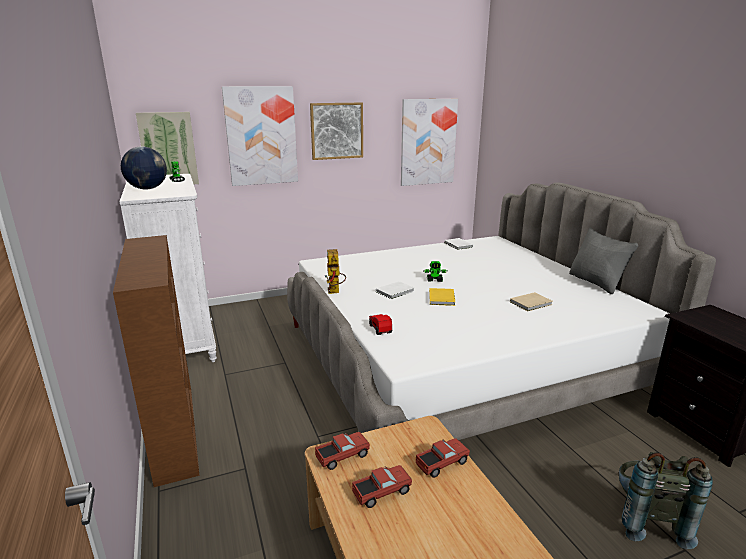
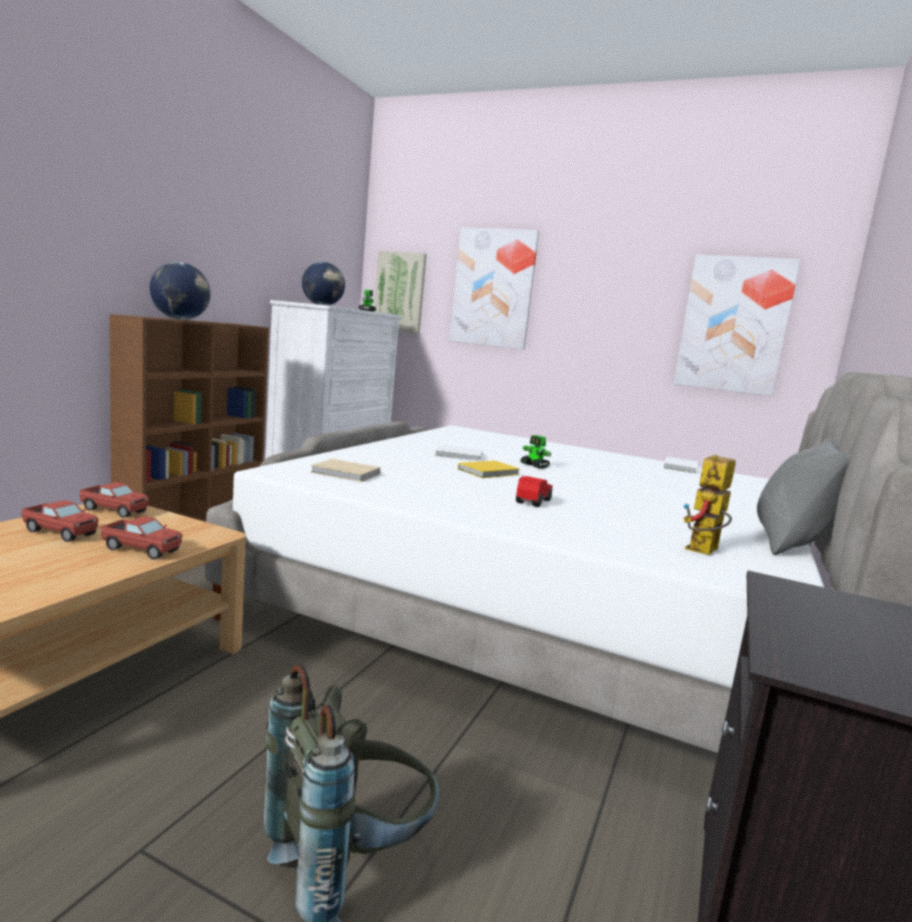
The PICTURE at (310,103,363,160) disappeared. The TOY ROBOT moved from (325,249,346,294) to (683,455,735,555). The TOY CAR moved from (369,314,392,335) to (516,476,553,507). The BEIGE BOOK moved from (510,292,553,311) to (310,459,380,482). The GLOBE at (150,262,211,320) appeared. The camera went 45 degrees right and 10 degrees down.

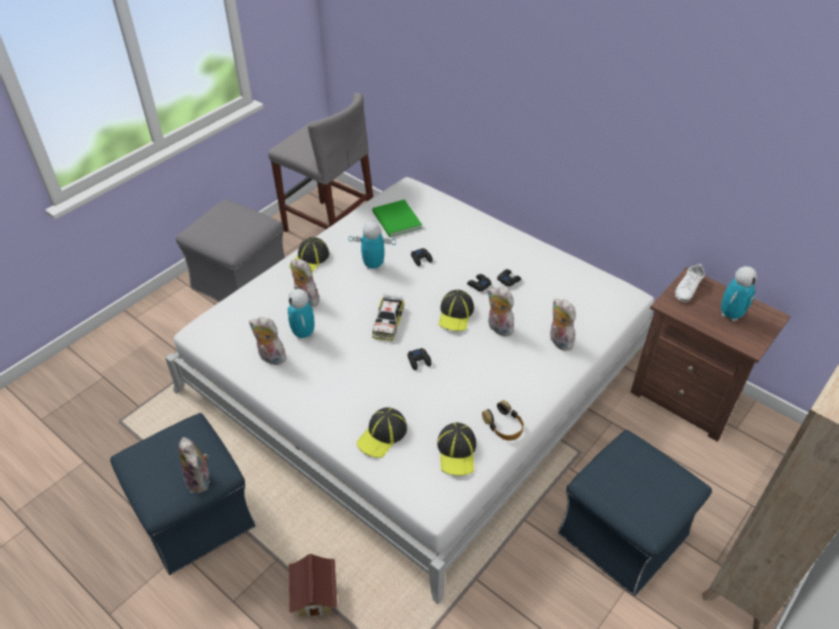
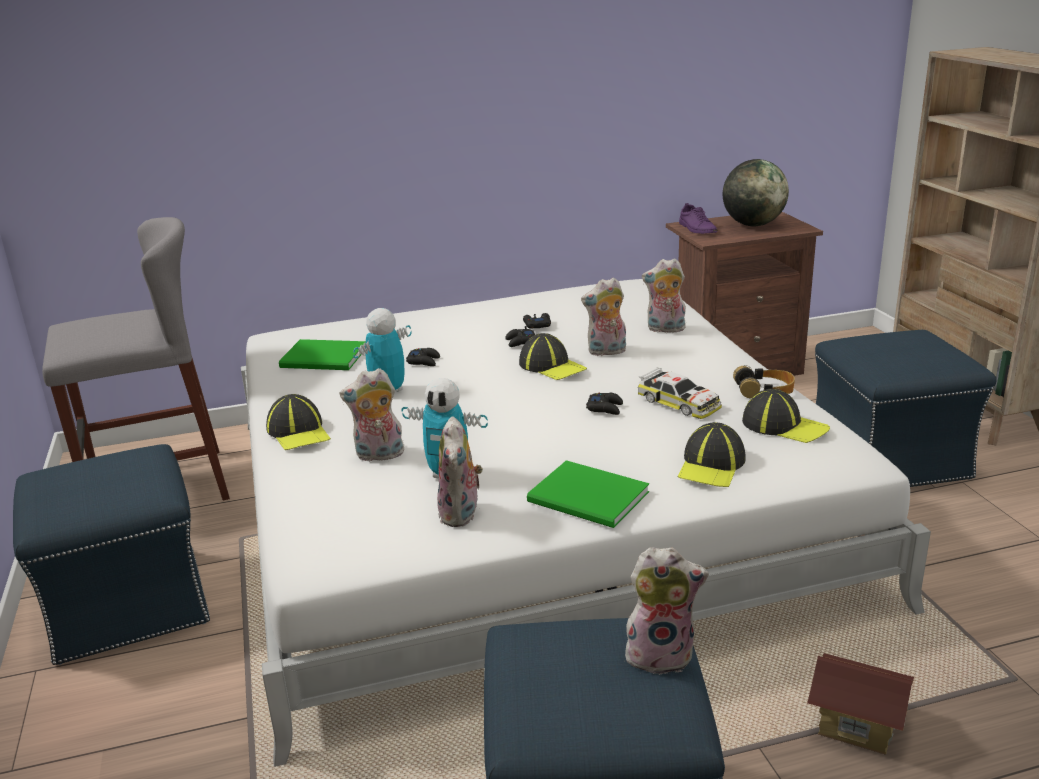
The GREY OTTOMAN at (176,199,285,302) became the BLUE OTTOMAN at (13,444,210,665). The PLUSH TOY at (249,317,286,365) turned 60 degrees counterclockwise. The CAP at (357,407,407,458) turned 45 degrees clockwise. The TOY CAR moved from (372,294,404,341) to (638,367,722,419). The WHITE SHOE at (675,264,705,302) became the PURPLE SHOE at (679,203,717,234). The TOY ROBOT at (721,266,757,322) was replaced by the GLOBE at (723,159,789,226). The GREEN BOOK at (527,460,649,528) appeared. The camera went 55 degrees left and 20 degrees down.

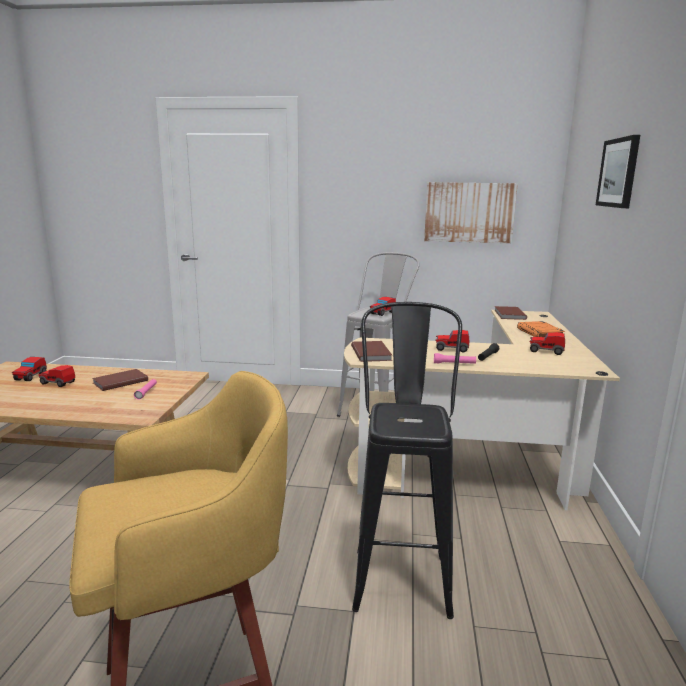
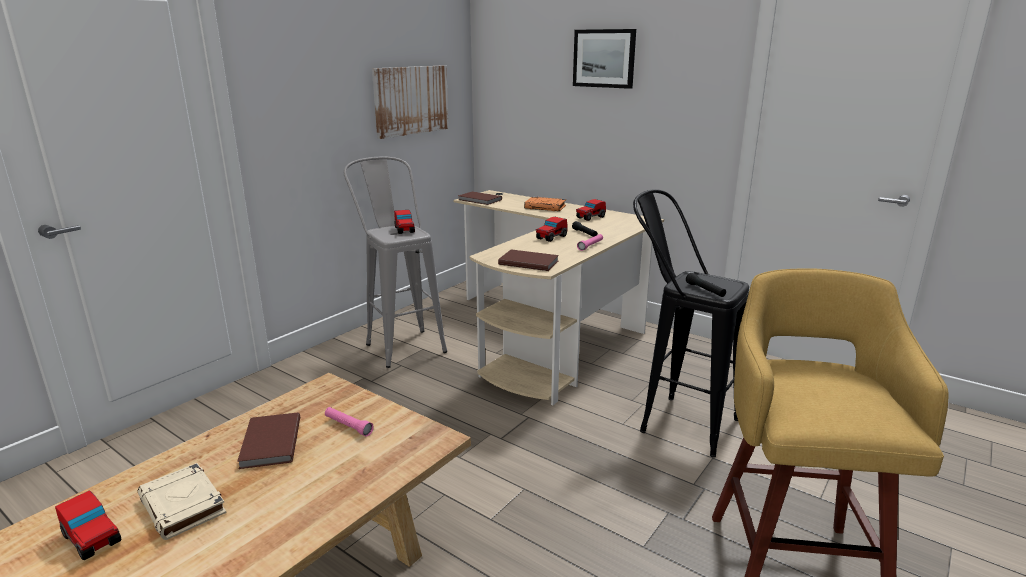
The TOY CAR at (38,365,75,387) was replaced by the BEIGE BOOK at (138,463,227,540). The BLACK FLASHLIGHT at (686,273,726,297) appeared. The camera went 60 degrees left and 5 degrees up.

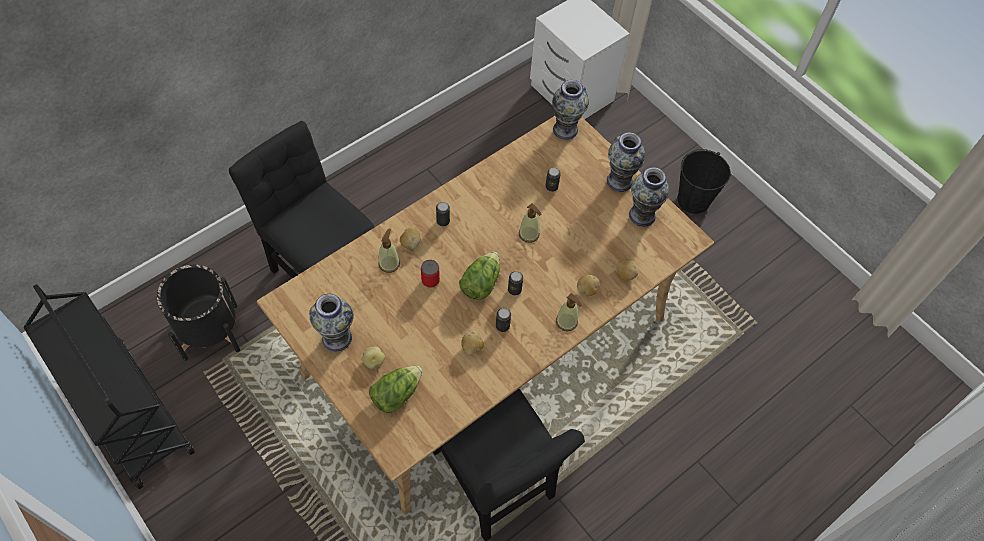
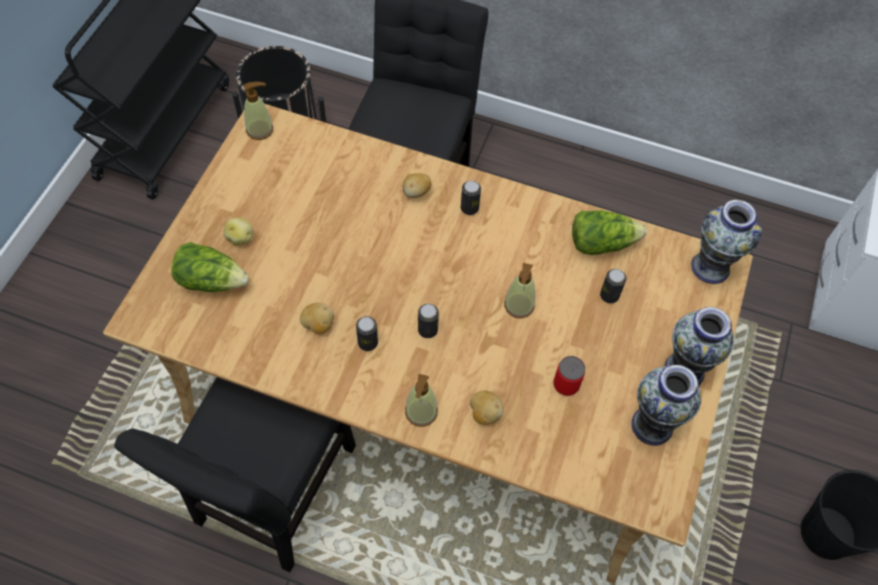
The VASE at (309,294,354,351) disappeared. The SOAP DISPENSER moved from (378,229,400,273) to (244,82,273,140). The CAN moved from (421,260,440,288) to (553,356,585,396). The LETTUCE moved from (459,252,500,300) to (572,210,647,255). The POTATO at (616,259,639,281) disappeared. The camera went 60 degrees right and 0 degrees up.

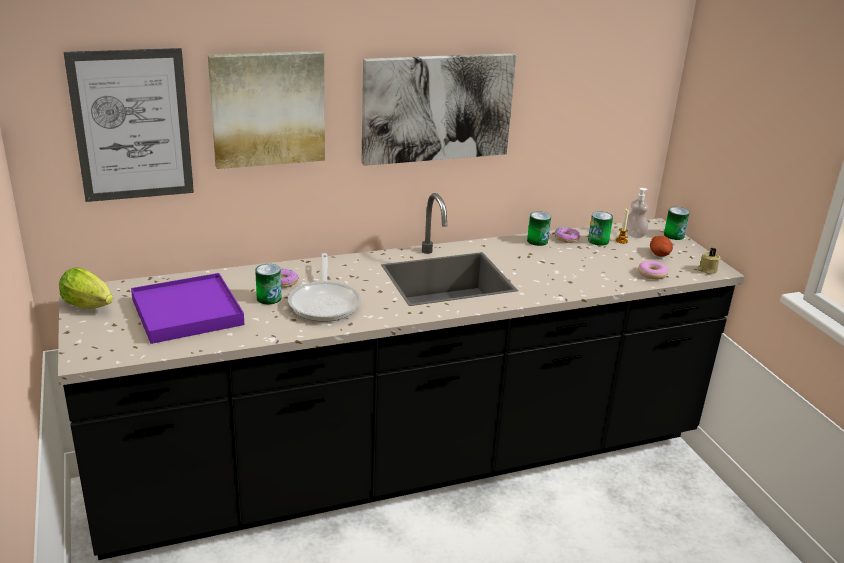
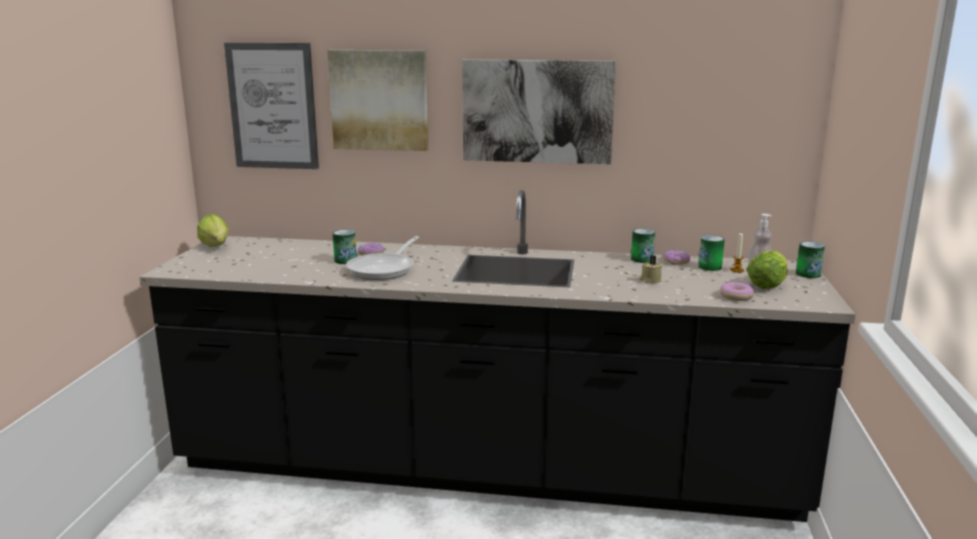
The PURPLE TRAY at (131,273,244,344) disappeared. The POTATO at (650,236,673,257) was replaced by the LETTUCE at (747,251,787,289). The BEIGE CANDLE moved from (698,248,721,274) to (640,255,662,284). The camera went 30 degrees right and 10 degrees down.

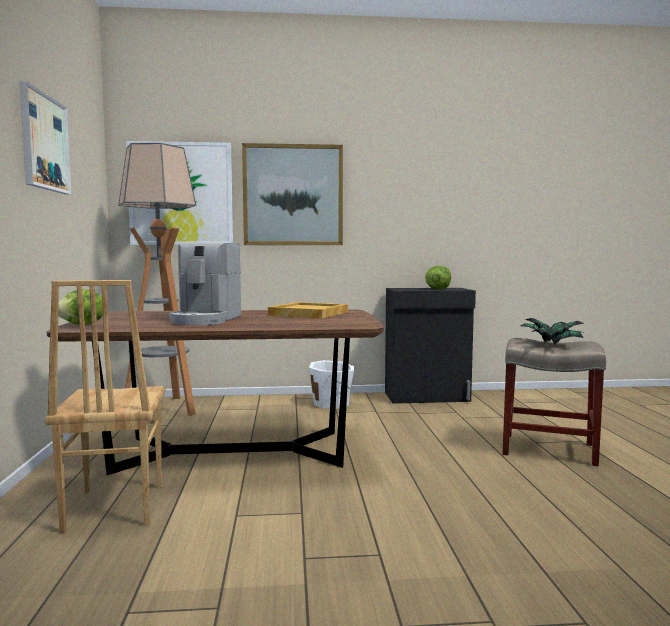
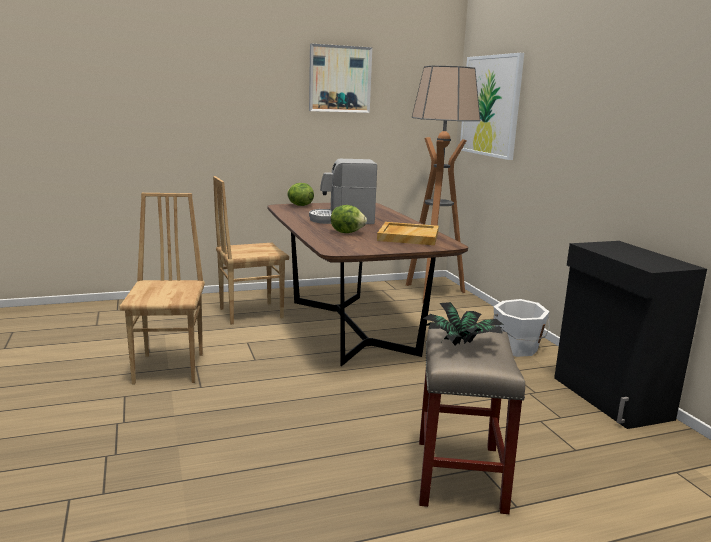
The PICTURE at (242,143,343,245) disappeared. The LETTUCE moved from (425,266,451,290) to (331,205,367,233). The BROWN CHAIR at (119,193,205,385) appeared. The camera went 75 degrees right and 10 degrees up.

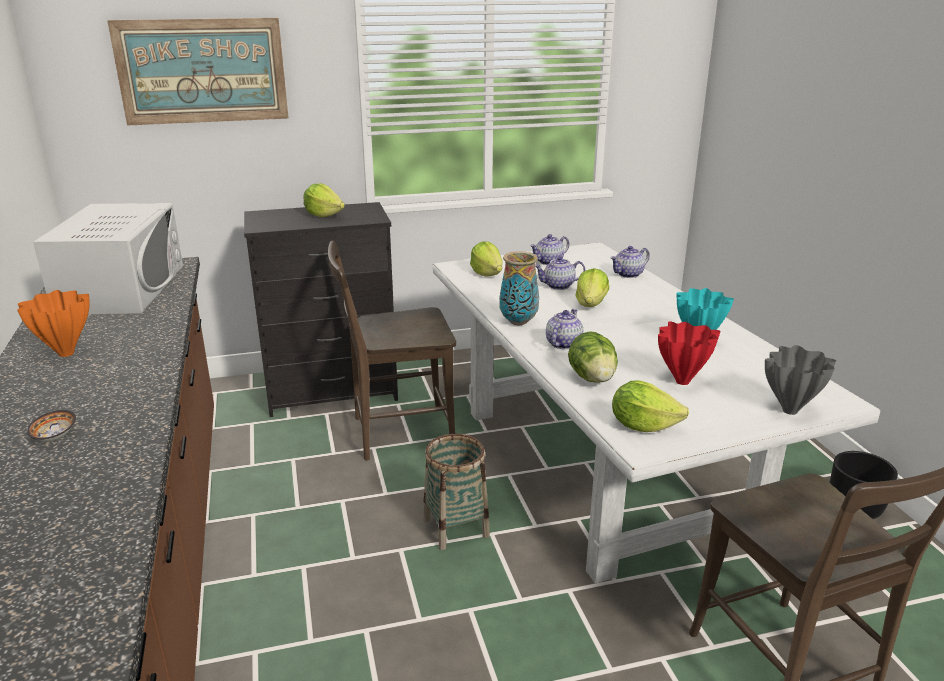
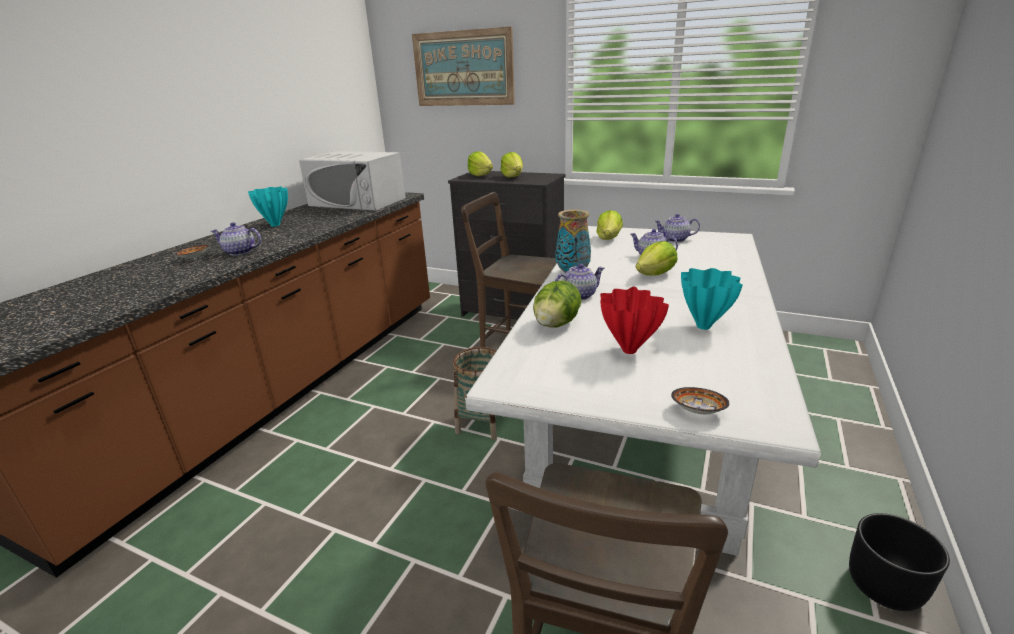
The ORANGE VASE at (17,290,90,357) became the TURQUOISE VASE at (248,186,288,227). The WHITE MICROWAVE at (33,203,183,314) turned 75 degrees clockwise. The TEAPOT moved from (611,246,650,278) to (211,222,261,256). The LETTUCE moved from (612,380,689,432) to (468,152,493,176). The GREY VASE at (765,345,836,415) was replaced by the BOWL at (671,387,730,414). The camera went 40 degrees right and 0 degrees up.

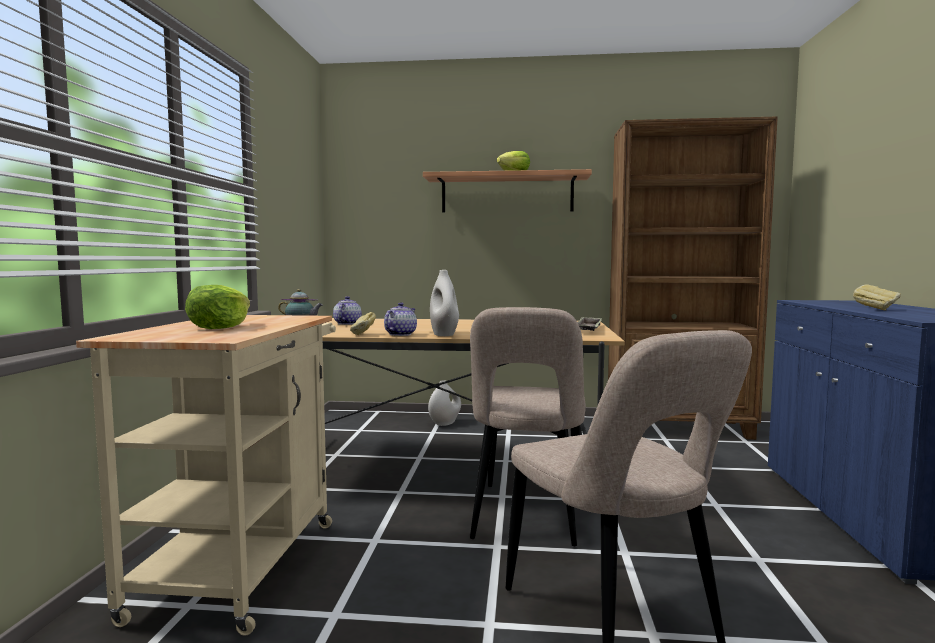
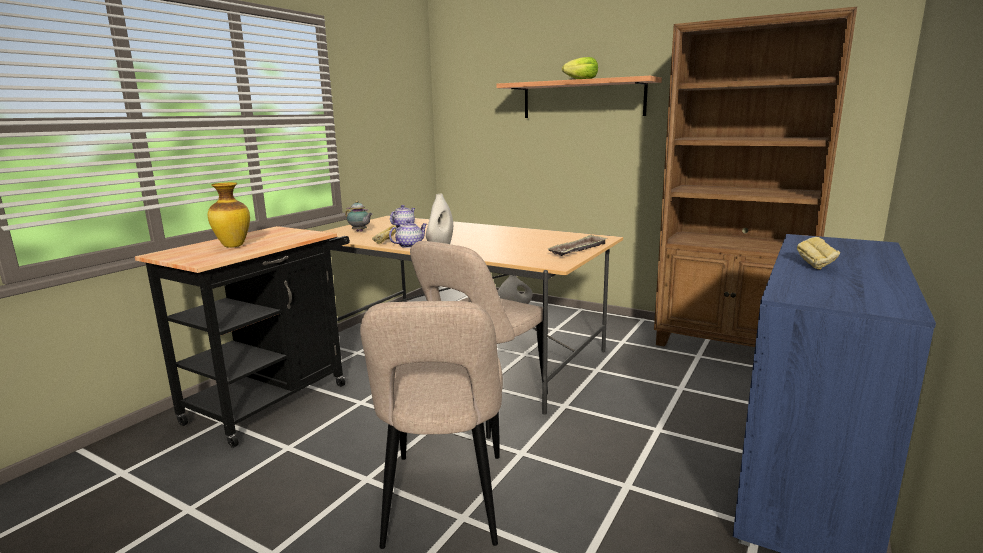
The BEIGE CART at (76,315,336,636) became the BLACK CART at (135,226,350,448). The LETTUCE at (185,285,250,329) was replaced by the VASE at (208,182,250,248). The camera went 25 degrees right and 10 degrees up.

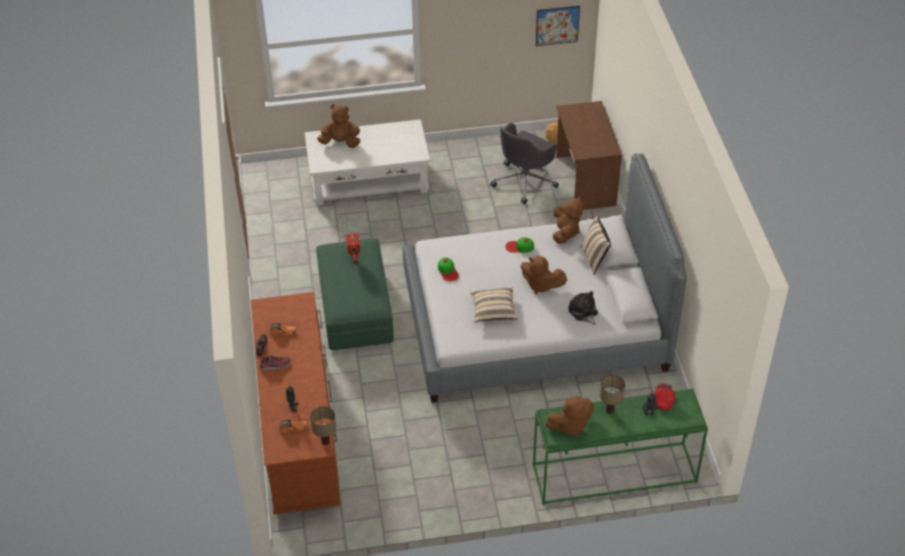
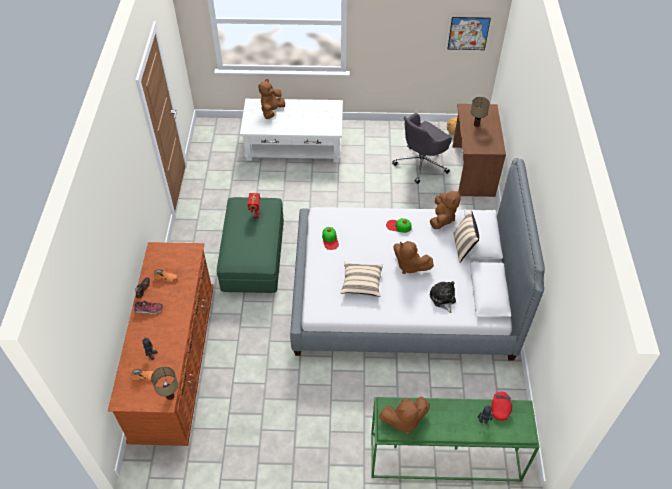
The BROWN PLUSH TOY at (317,104,360,148) turned 75 degrees counterclockwise. The TABLE LAMP moved from (600,375,625,414) to (471,97,490,127). The camera went 10 degrees right and 5 degrees up.

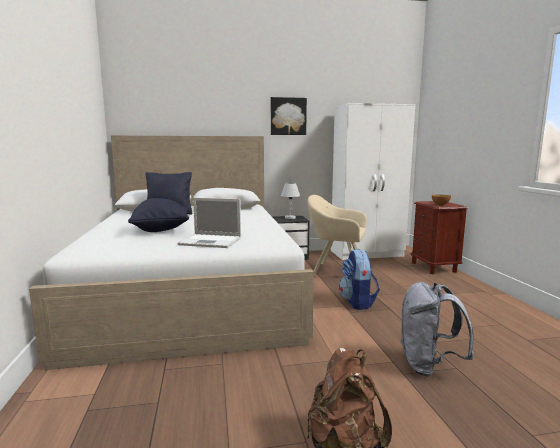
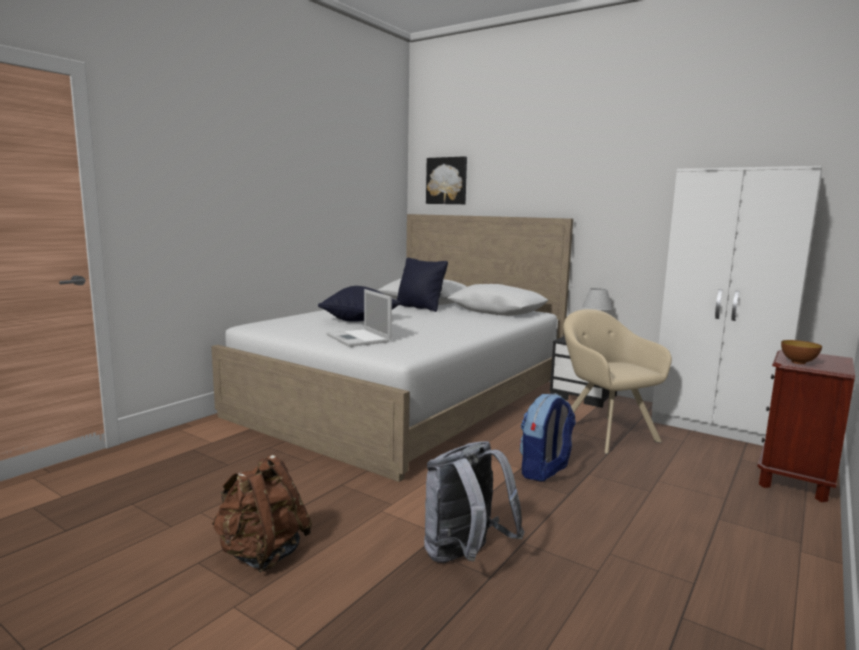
The PICTURE moved from (271,97,307,135) to (426,156,467,204). The camera went 45 degrees right and 0 degrees up.

